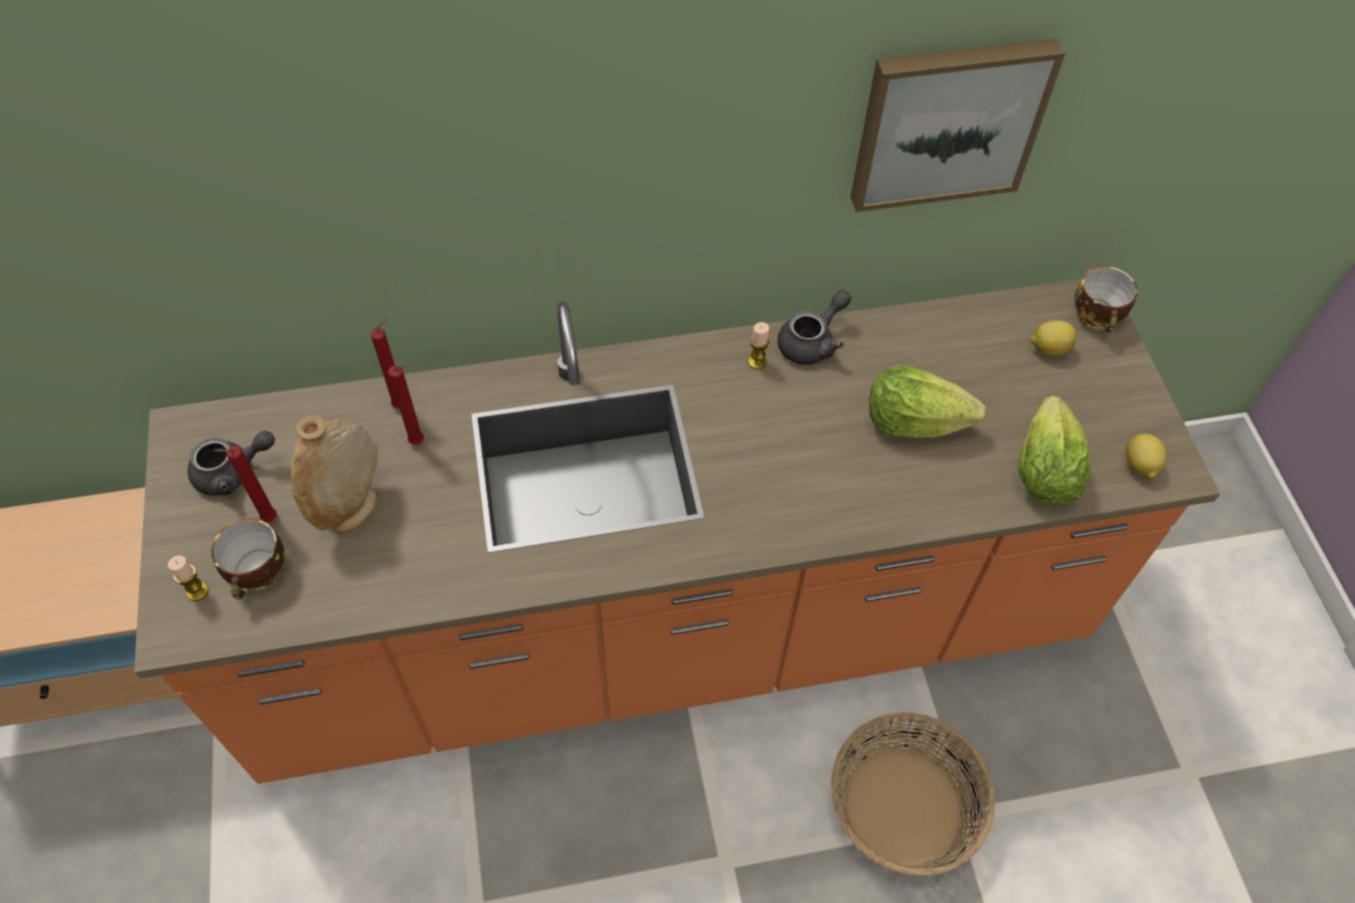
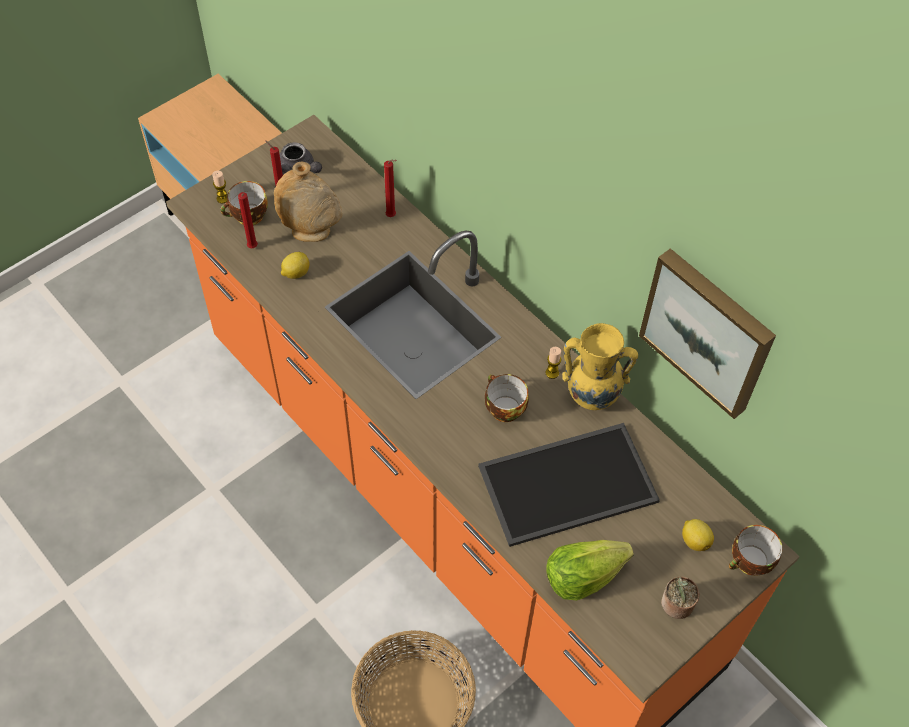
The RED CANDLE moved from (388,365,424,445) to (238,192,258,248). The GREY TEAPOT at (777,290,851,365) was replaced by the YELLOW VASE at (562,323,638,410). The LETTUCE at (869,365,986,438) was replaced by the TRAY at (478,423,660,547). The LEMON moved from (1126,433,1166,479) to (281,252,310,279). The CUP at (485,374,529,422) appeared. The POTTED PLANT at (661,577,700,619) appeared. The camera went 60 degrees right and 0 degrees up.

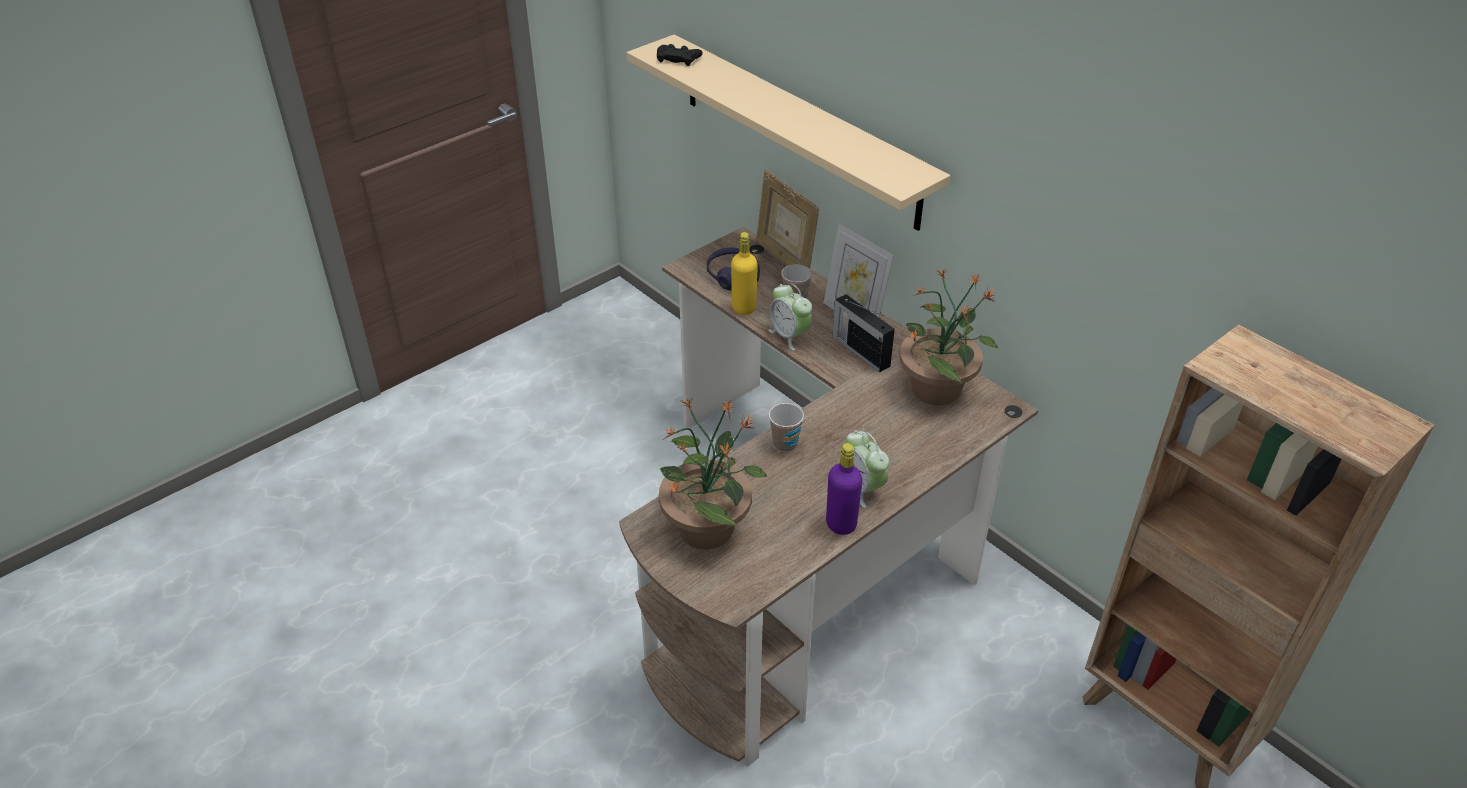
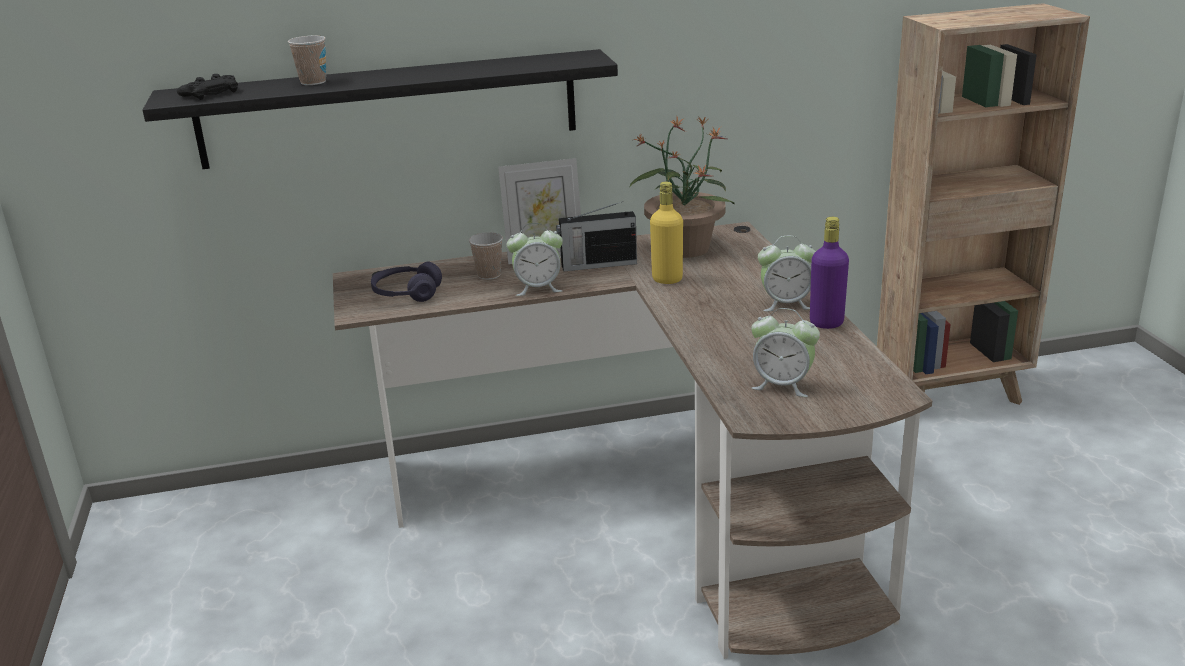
The BEIGE SHELF at (627,34,950,231) became the BLACK SHELF at (143,49,618,169). The POTTED PLANT at (659,397,767,550) was replaced by the ALARM CLOCK at (751,308,820,397). The YELLOW BOTTLE moved from (731,232,758,315) to (650,182,683,284). The PICTURE FRAME at (756,170,819,269) disappeared. The CUP moved from (769,403,804,452) to (288,36,326,85). The camera went 60 degrees left and 15 degrees down.

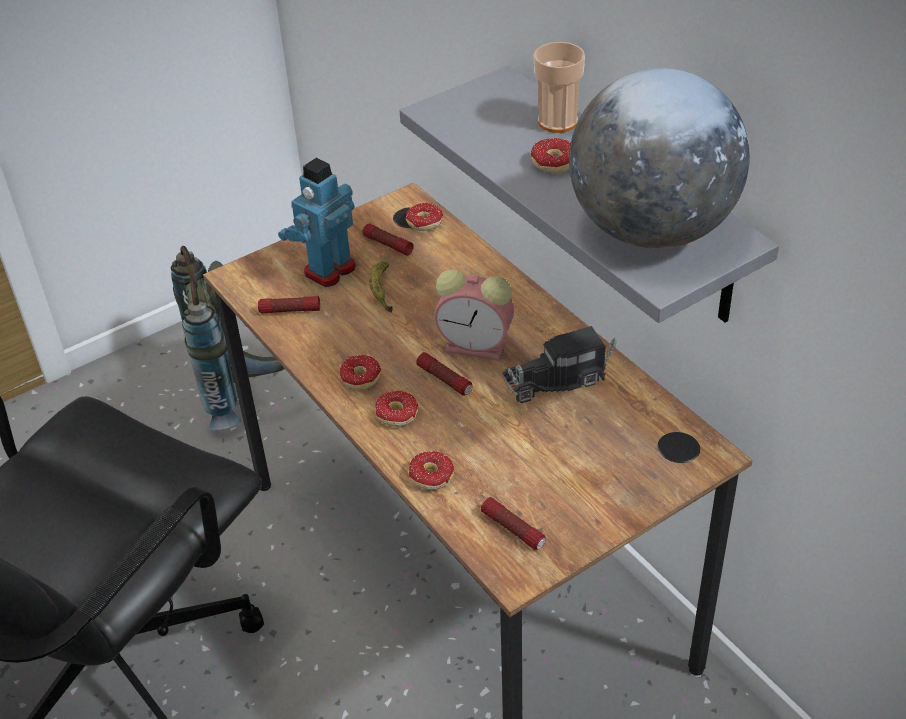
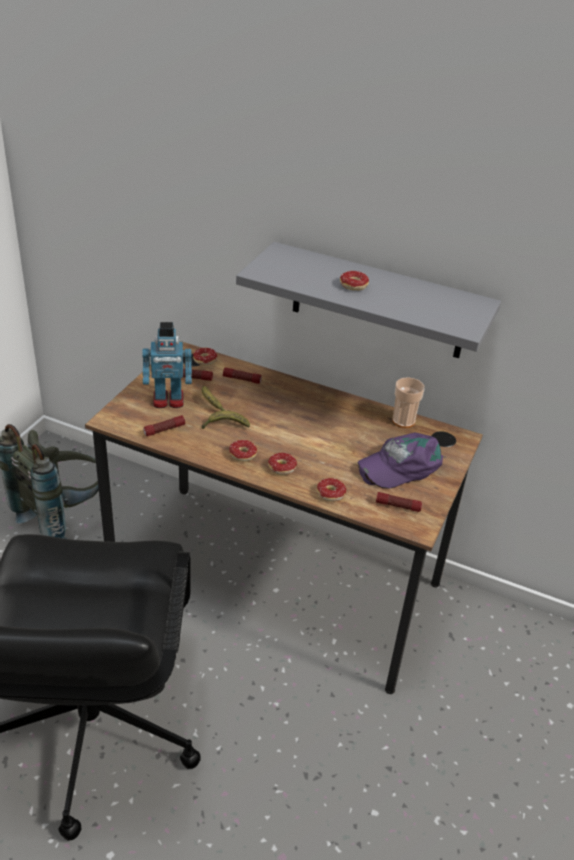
The TOY ROBOT at (278,158,356,287) turned 105 degrees counterclockwise. The FLASHLIGHT moved from (416,352,473,396) to (223,367,262,384). The ALARM CLOCK at (434,269,514,361) disappeared. The TOY TRUCK at (502,326,617,403) disappeared. The CUP moved from (534,42,585,133) to (392,377,425,428). The GLOBE at (569,68,750,249) disappeared. The BANANA at (202,411,250,429) appeared. The PURPLE CAP at (358,433,443,489) appeared. The camera went 35 degrees left and 5 degrees down.

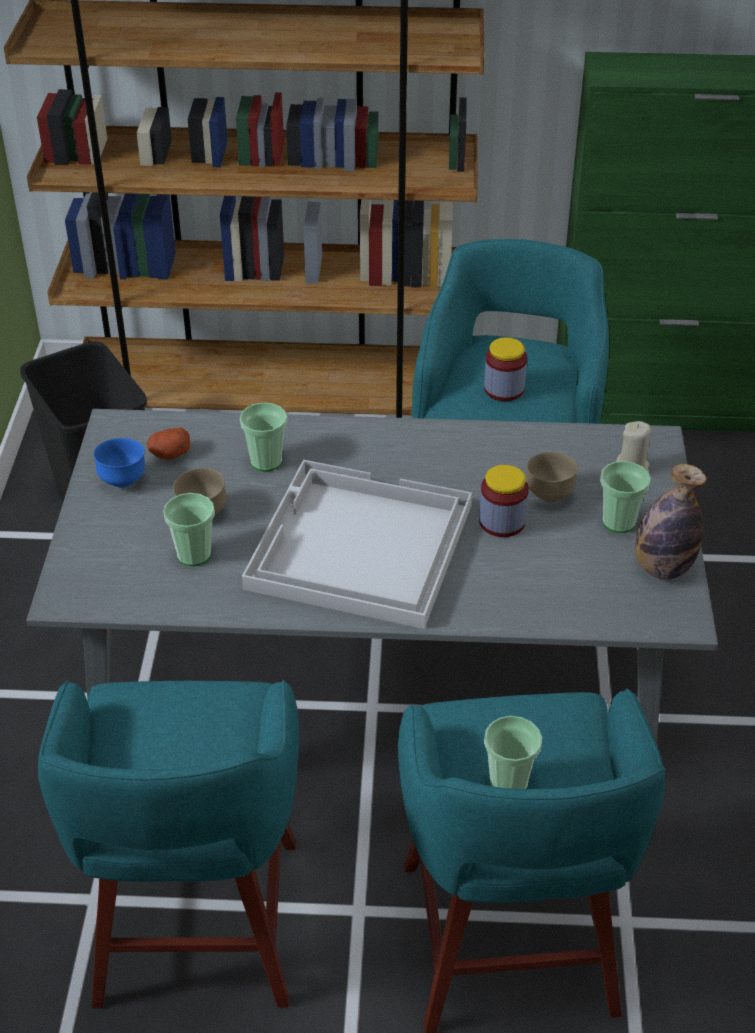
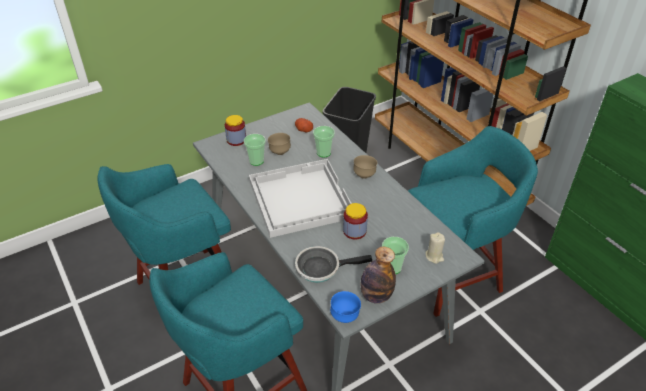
The BLUE BOWL moved from (93,438,145,488) to (330,291,361,323). The JAR moved from (484,337,527,401) to (225,115,246,146). The CUP at (484,716,542,789) disappeared. The BROWN BOWL moved from (526,452,578,502) to (353,155,377,179). The FRYING PAN at (295,246,372,283) appeared. The camera went 55 degrees right and 0 degrees up.

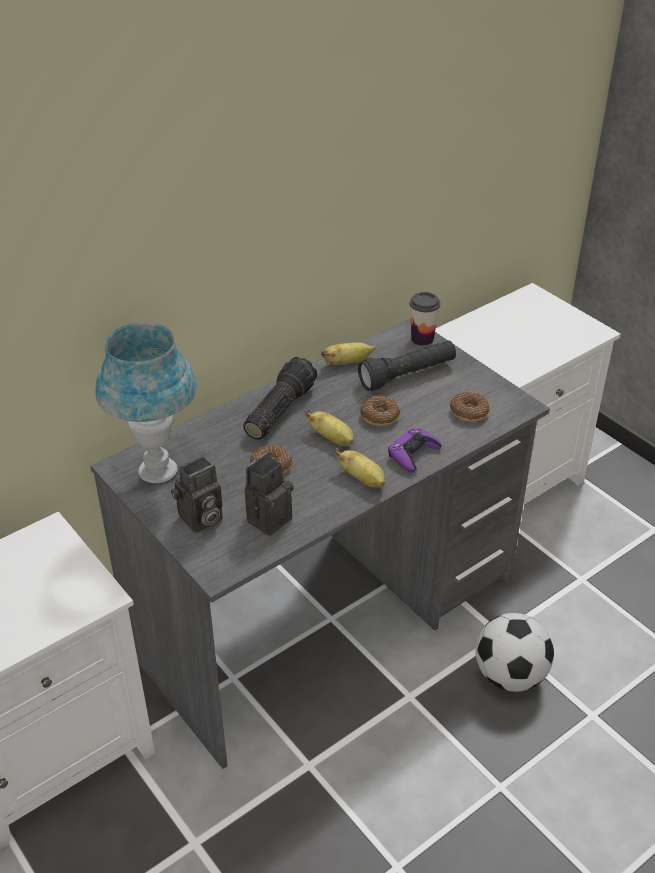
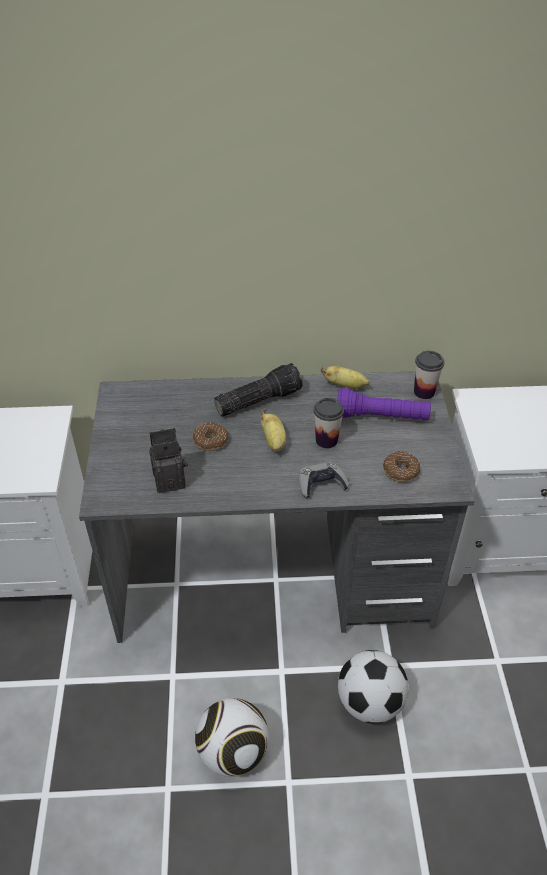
The BLUE TABLE LAMP at (95,322,197,483) disappeared. The PHOTO CAMERA at (171,457,223,533) disappeared. The BANANA at (335,447,385,488) disappeared. The BLACK FLASHLIGHT at (358,340,456,391) became the PURPLE FLASHLIGHT at (338,388,431,420). The DONUT at (360,396,400,426) was replaced by the CUP at (314,398,344,448). The PURPLE GAME CONTROLLER at (388,428,442,473) became the GREY GAME CONTROLLER at (299,462,349,498). The FOOTBALL at (195,698,269,777) appeared. The camera went 35 degrees right and 5 degrees up.

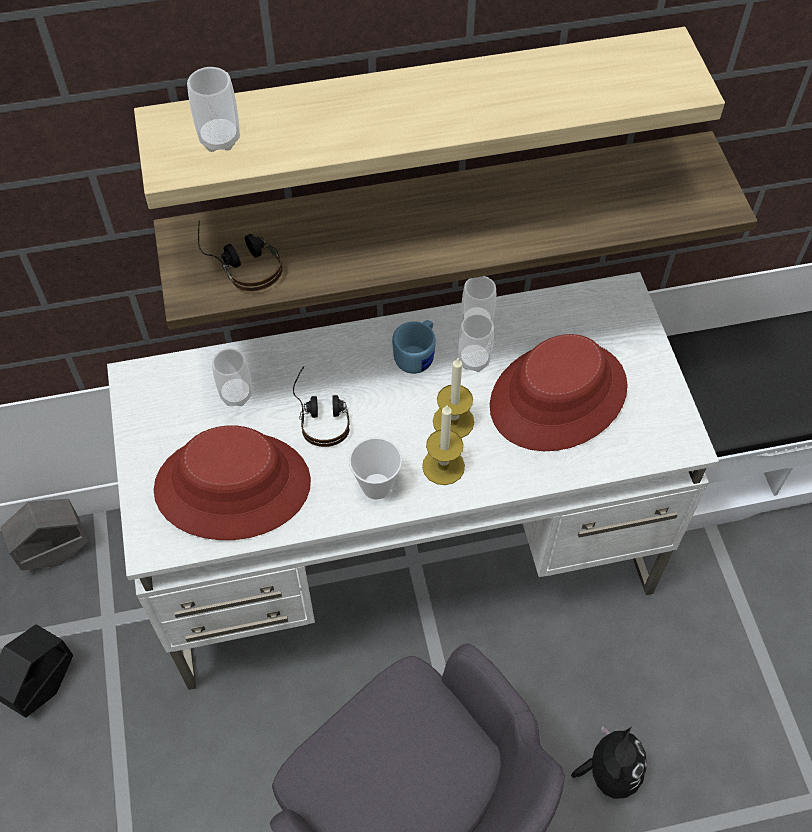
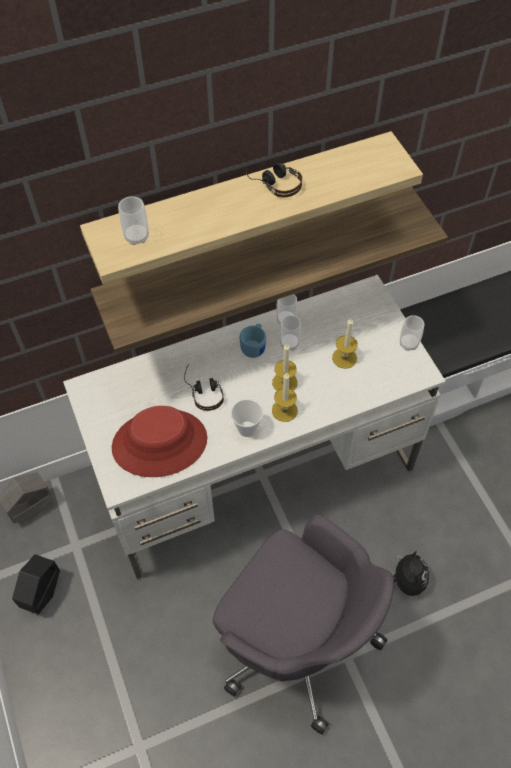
The HEADPHONES moved from (198,220,283,292) to (244,159,302,198). The CUP moved from (212,348,252,406) to (400,315,424,351). The RED HAT at (490,334,628,451) was replaced by the CANDLE at (332,318,358,369). The camera went 10 degrees left and 0 degrees up.

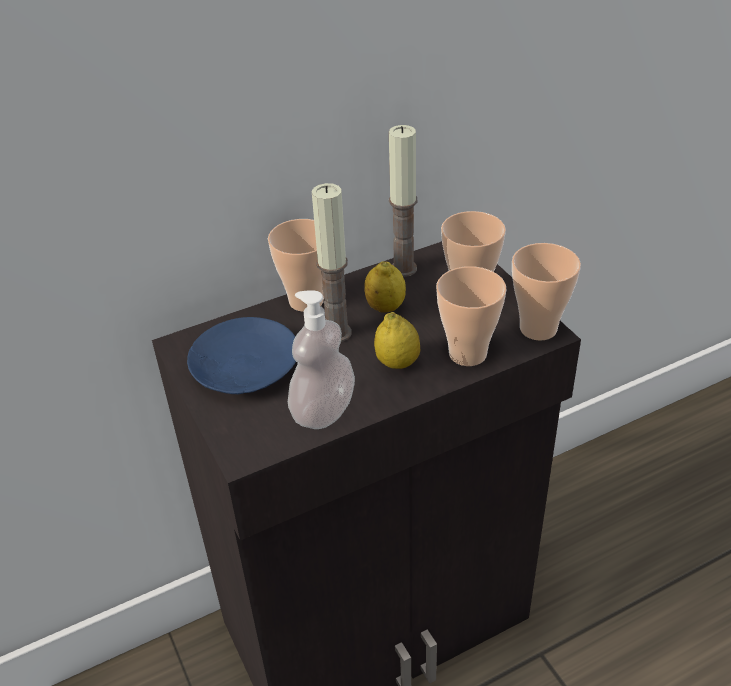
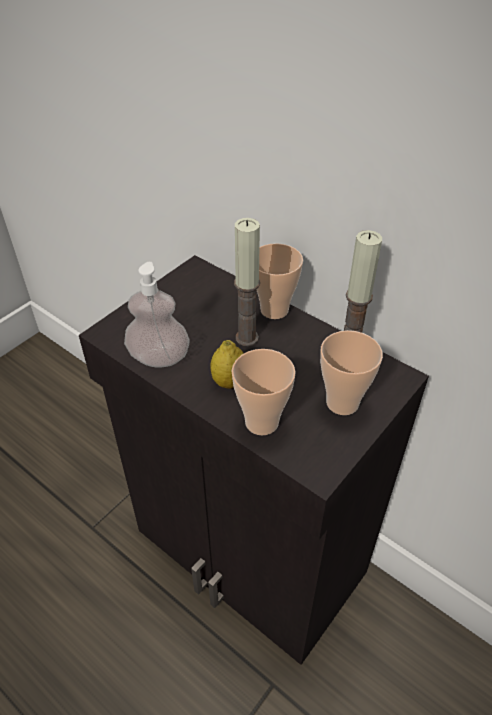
The BLUE PLATE at (187,317,296,394) disappeared. The LEMON at (364,261,406,313) disappeared. The CUP at (512,243,581,340) disappeared. The camera went 65 degrees right and 5 degrees up.

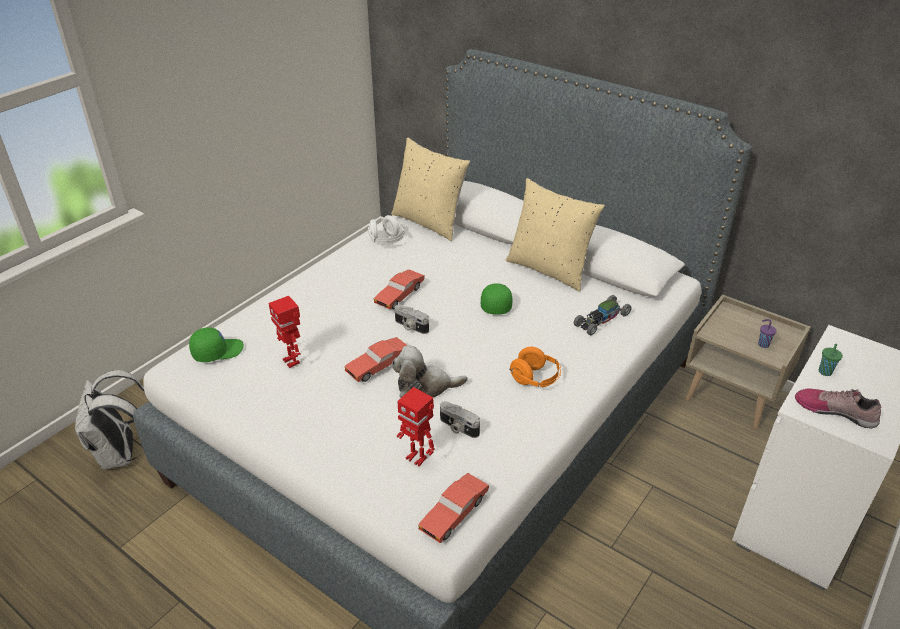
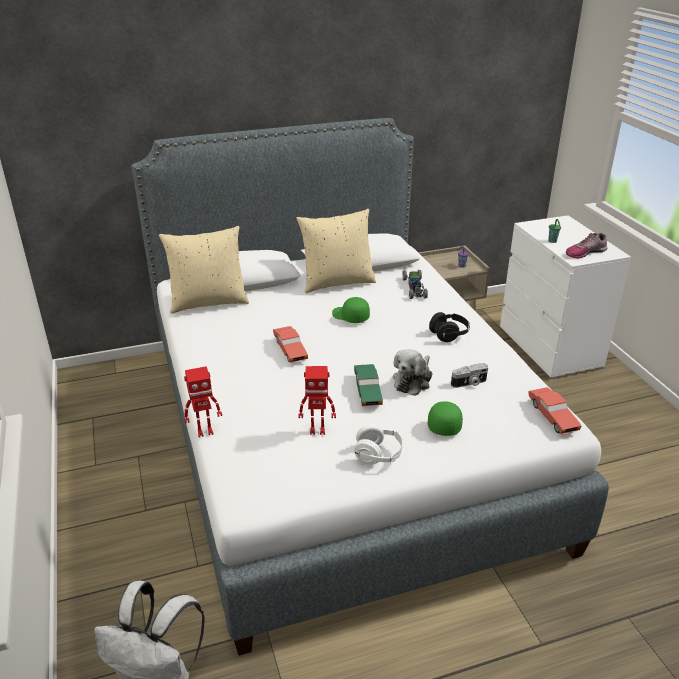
The GREEN CAP moved from (189,327,244,362) to (428,401,463,436). The RED TOY CAR at (344,337,408,382) became the GREEN TOY CAR at (354,364,383,406). The WHITE HEADPHONES moved from (368,215,405,245) to (354,424,405,465). The PHOTO CAMERA at (395,305,429,334) disappeared. The TOY ROBOT moved from (397,387,434,467) to (184,366,222,437). The ORANGE HEADPHONES at (509,347,561,388) became the BLACK HEADPHONES at (429,312,470,342). The camera went 55 degrees left and 5 degrees down.

